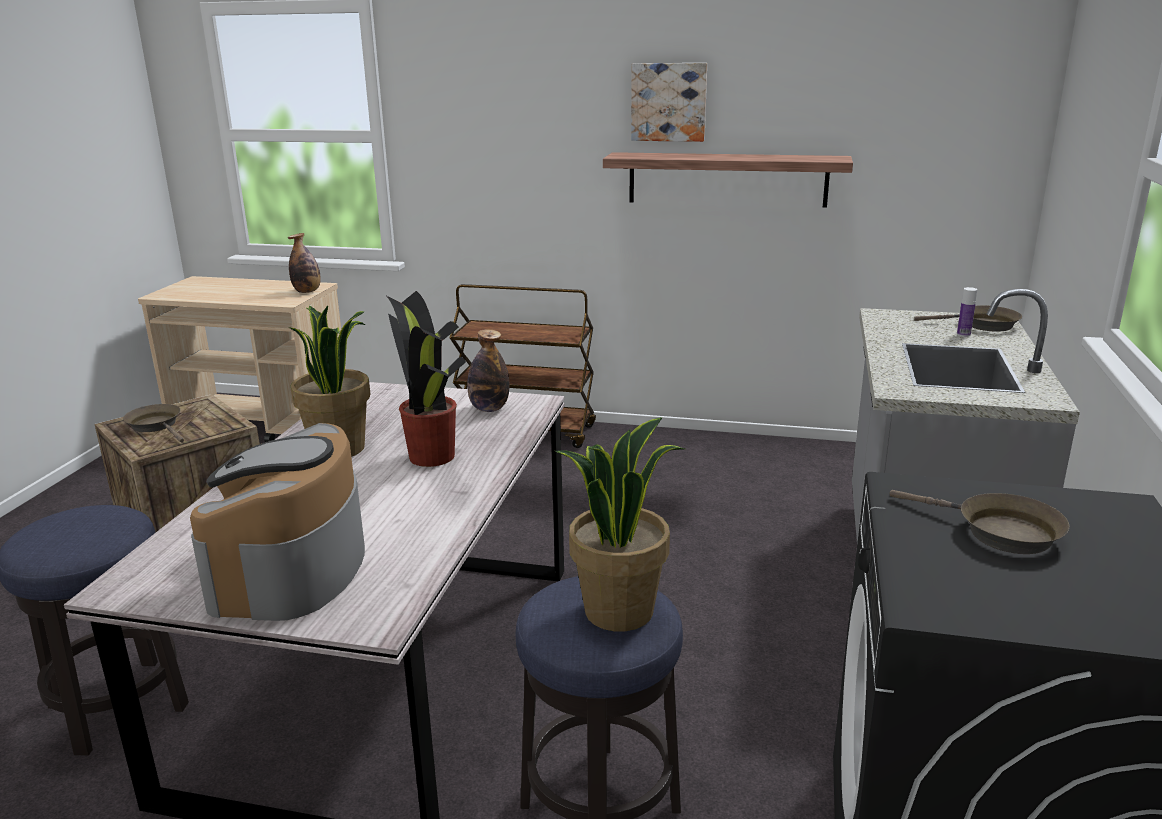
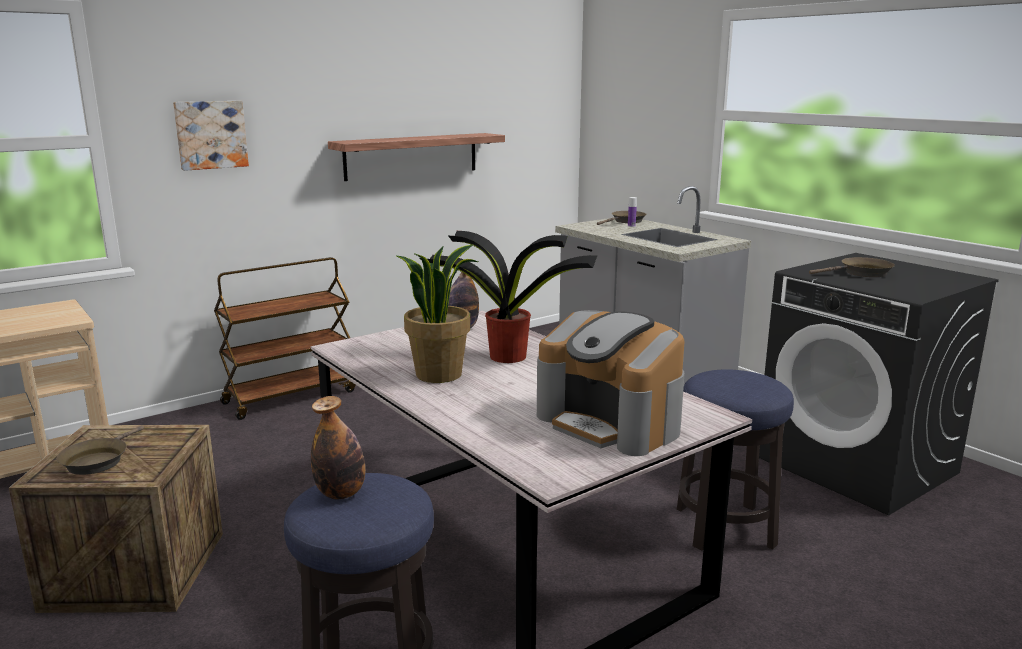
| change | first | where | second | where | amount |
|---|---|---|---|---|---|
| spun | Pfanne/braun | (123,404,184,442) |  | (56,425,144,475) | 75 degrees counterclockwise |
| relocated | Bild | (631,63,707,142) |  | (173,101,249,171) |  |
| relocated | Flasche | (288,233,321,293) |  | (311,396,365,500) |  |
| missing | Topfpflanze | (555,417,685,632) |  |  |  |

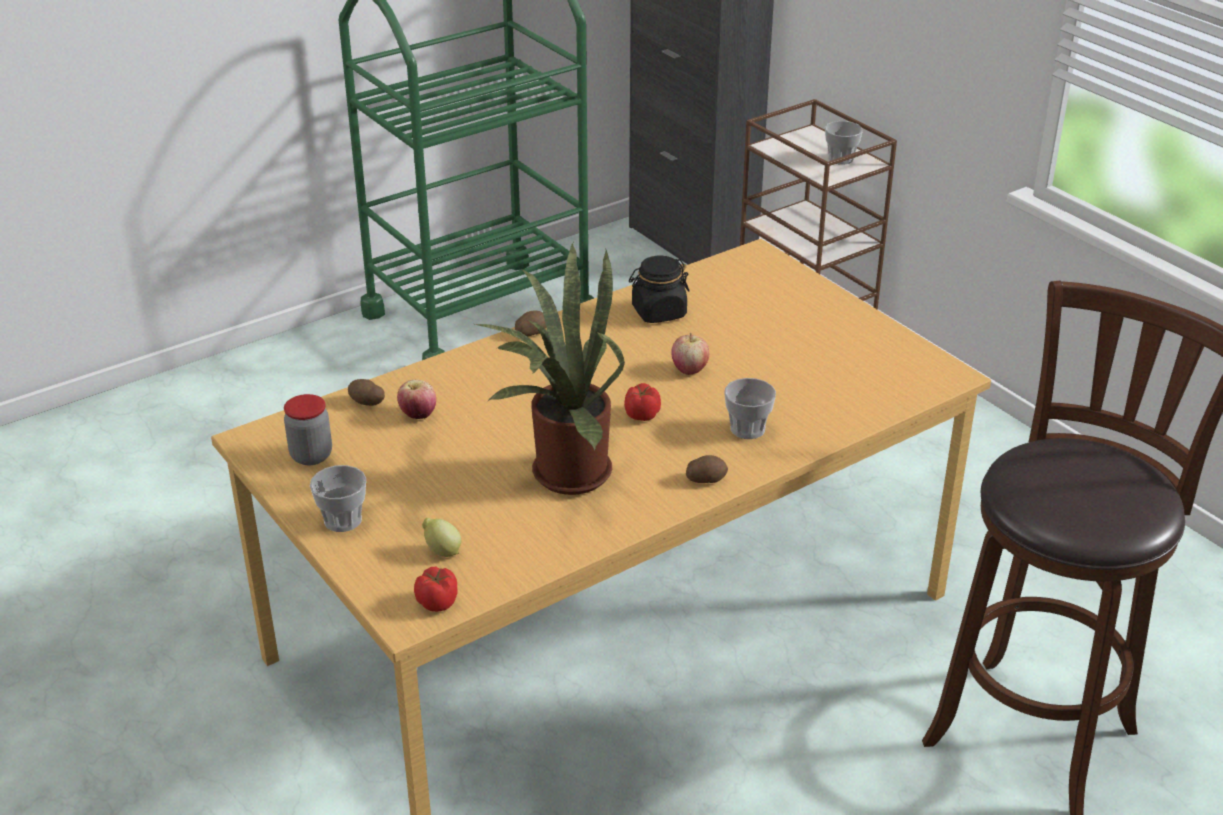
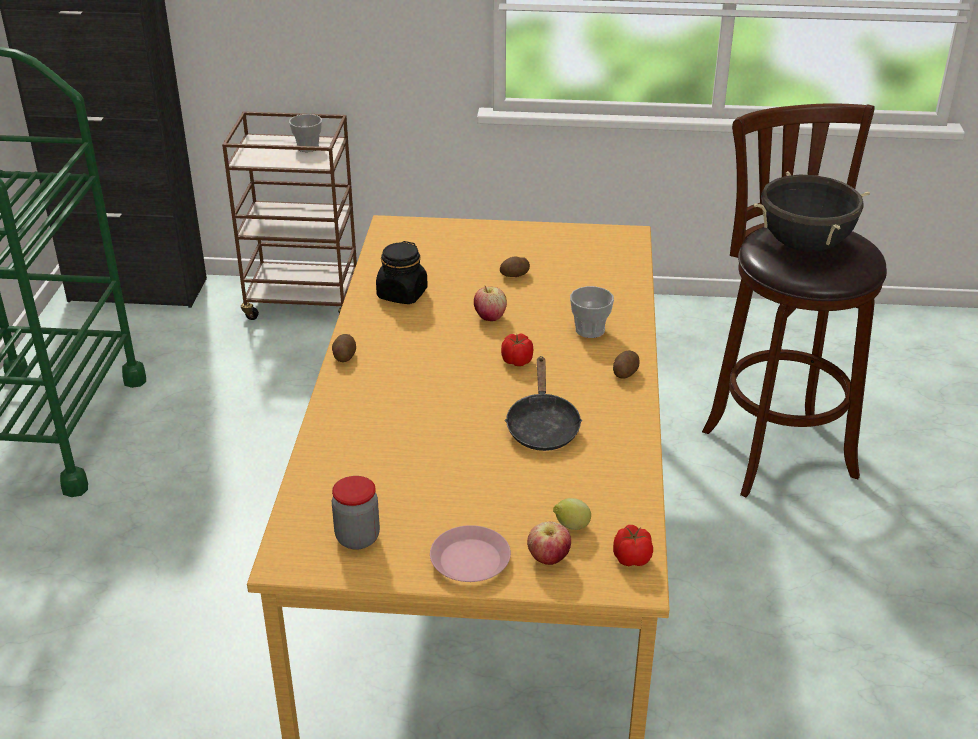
| change | first | where | second | where | amount |
|---|---|---|---|---|---|
| exchanged | Tasse | (310,465,366,532) | Teller/rosa | (430,525,511,582) |  |
| relocated | Kartoffel | (348,379,385,406) |  | (500,257,530,277) |  |
| exchanged | Topfpflanze | (472,243,625,495) | Pfanne/schwarz | (505,356,582,451) |  |
| relocated | Apfel | (397,380,436,419) |  | (527,521,571,565) |  |
| appeared |  |  | Kochtopf/schwarz | (754,171,870,252) |  |

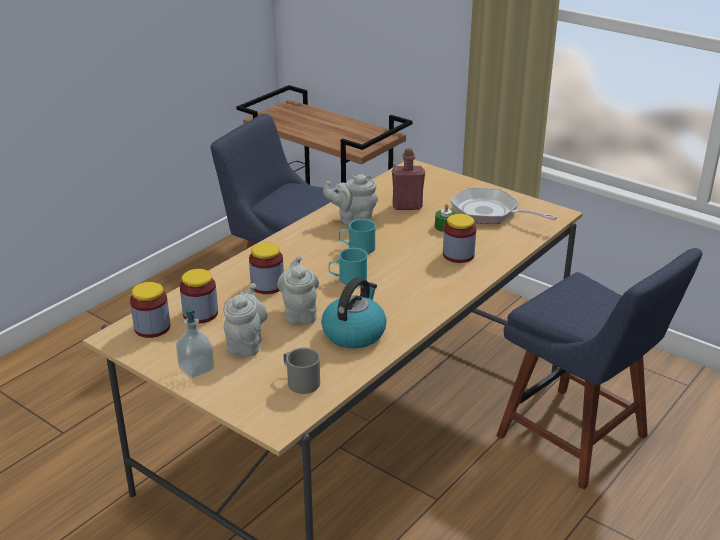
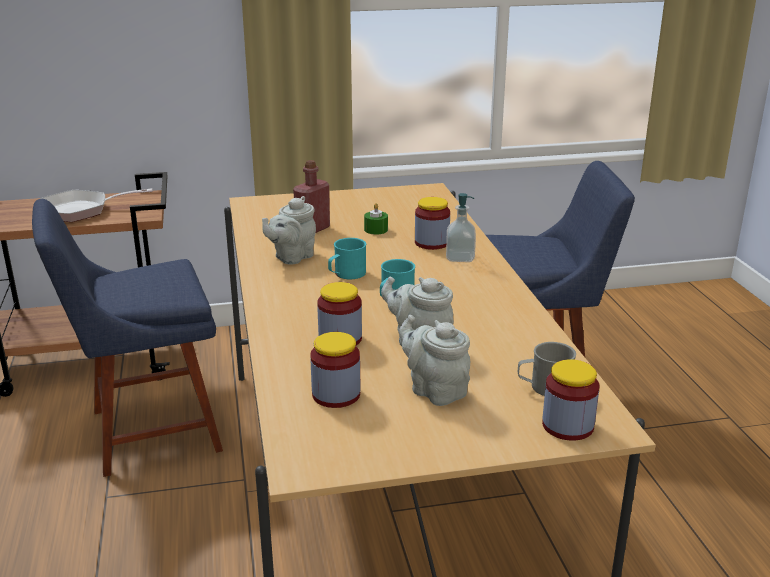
| change | first | where | second | where | amount |
|---|---|---|---|---|---|
| relocated | Pfanne | (450,188,557,224) |  | (41,188,153,222) |  |
| relocated | Seifenspender | (176,307,214,378) |  | (446,193,476,262) |  |
| relocated | Vorratsglas | (130,282,170,338) |  | (542,359,599,441) |  |
| missing | Wasserkessel | (321,277,387,349) |  |  |  |

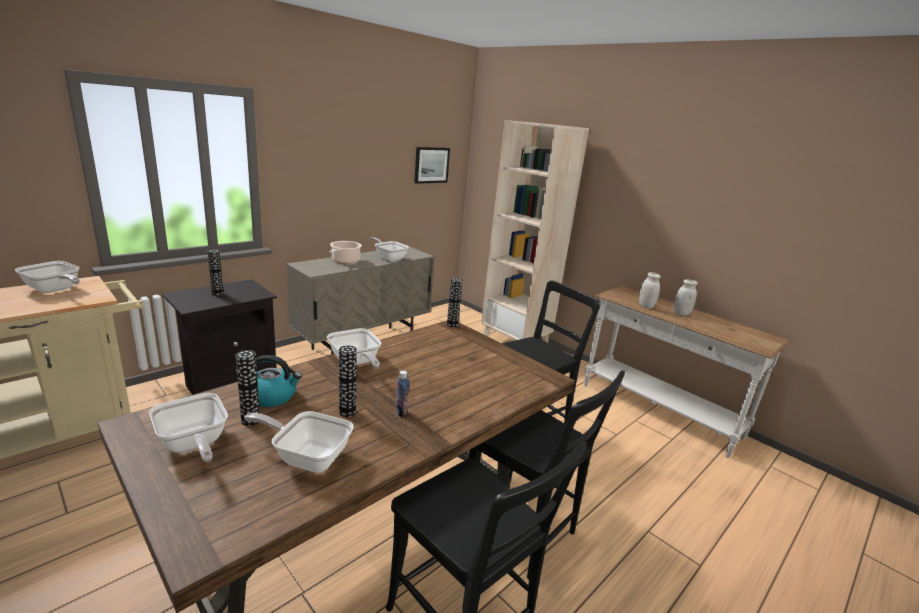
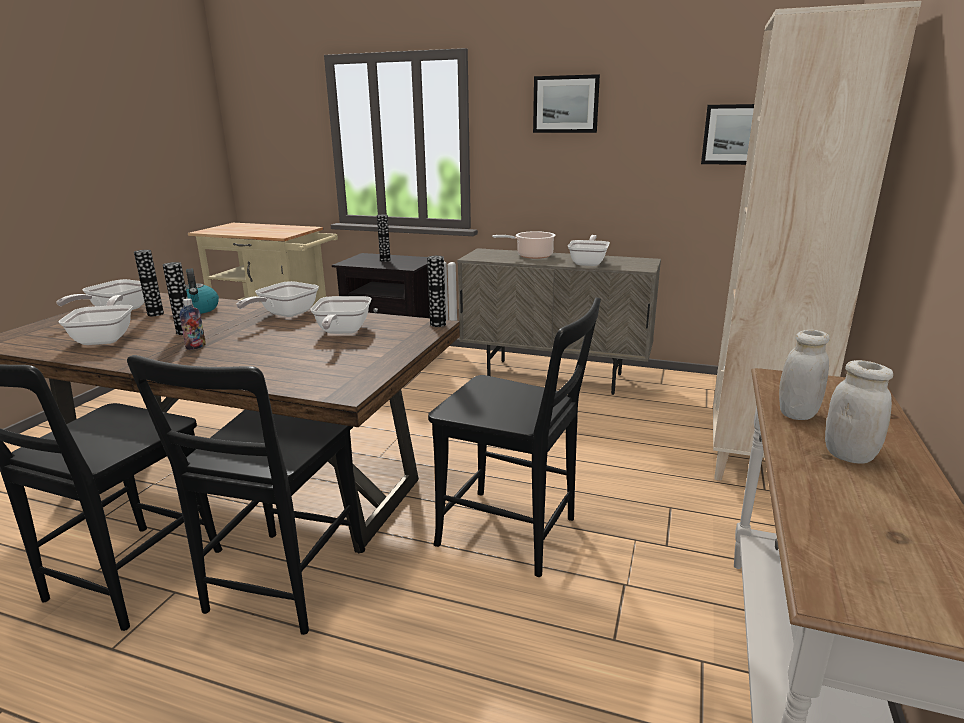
| change | first | where | second | where | amount |
|---|---|---|---|---|---|
| relocated | Pfanne | (15,261,80,293) |  | (310,296,371,334) |  |
| appeared |  |  | Bild | (533,74,600,133) |  |

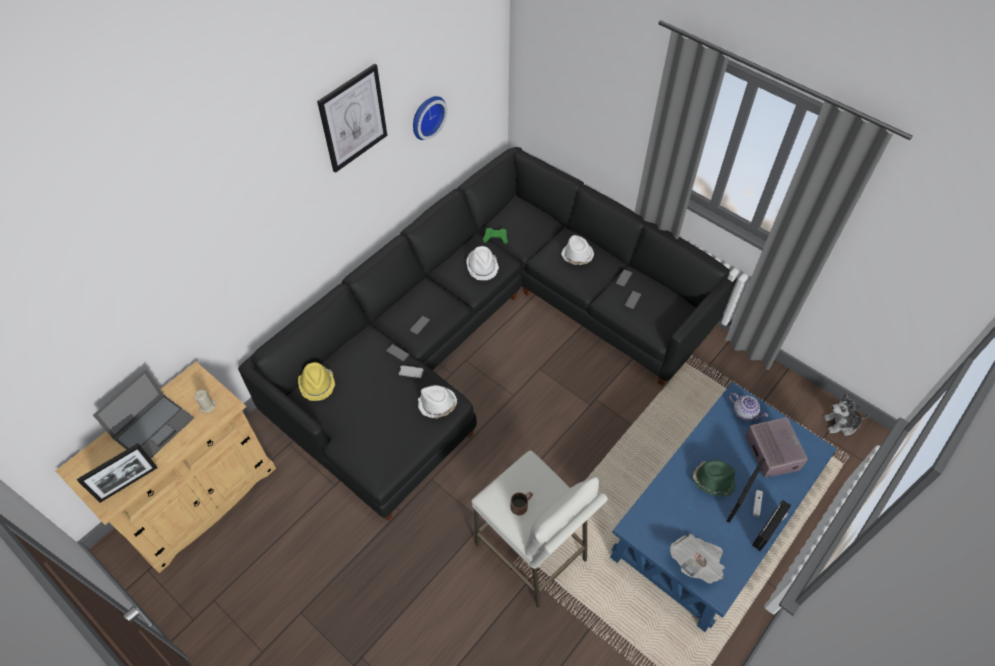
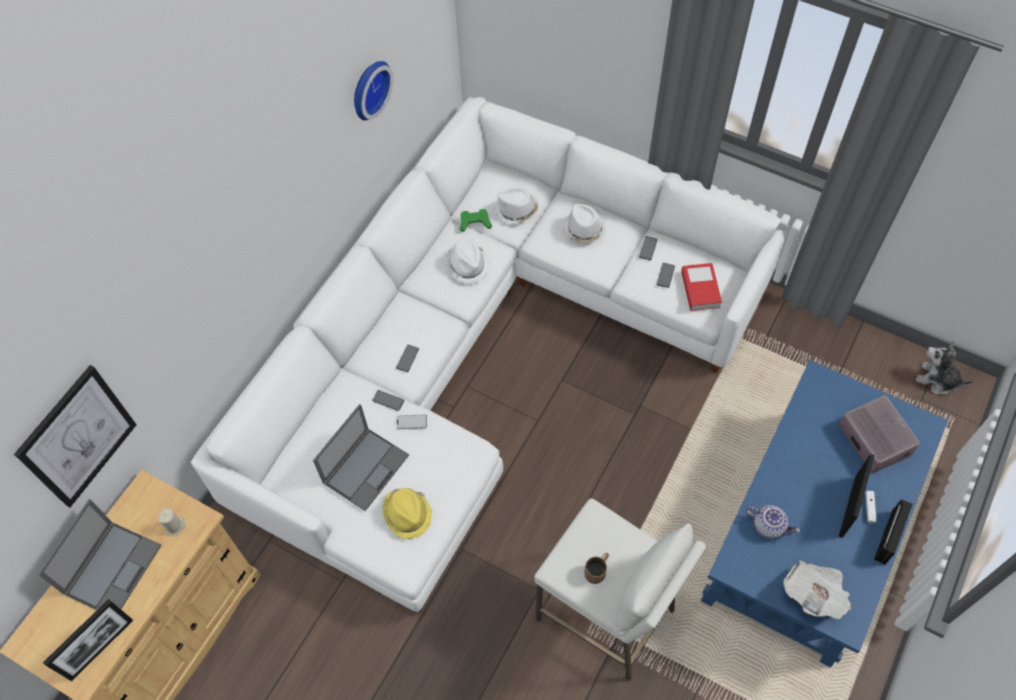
| change | first | where | second | where | amount |
|---|---|---|---|---|---|
| relocated | Bild | (317,64,387,173) |  | (14,365,137,508) |  |
| colour | Sofa/schwarz | (238,147,737,521) | Sofa/weiß | (191,97,789,613) |  |
| appeared |  |  | Laptop | (313,404,409,511) |  |
| relocated | Hut/gelb | (298,362,335,401) |  | (383,488,432,539) |  |
| relocated | Hut/weiß | (418,385,457,419) |  | (493,187,539,224) |  |
| appeared |  |  | Buch | (681,263,722,311) |  |
| relocated | Teekanne | (729,393,768,421) |  | (746,505,800,539) |  |
| spun | Plüschtier | (823,393,870,436) |  | (916,341,973,394) | 45 degrees clockwise |
| missing | Hut/grün | (693,460,735,496) |  |  |  |

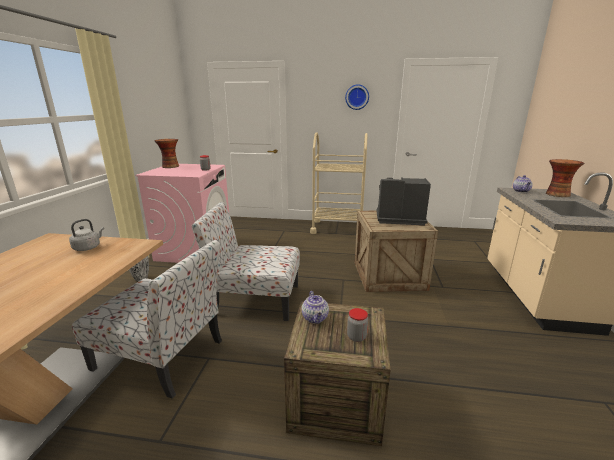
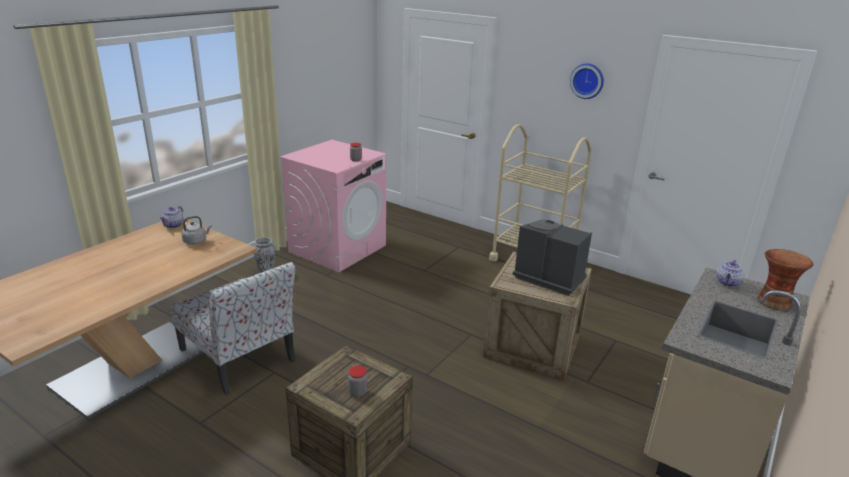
| change | first | where | second | where | amount |
|---|---|---|---|---|---|
| relocated | Teekanne | (302,291,329,324) |  | (160,206,184,228) |  |
| missing | Vase | (155,139,179,168) |  |  |  |
| missing | Stuhl | (192,202,300,321) |  |  |  |

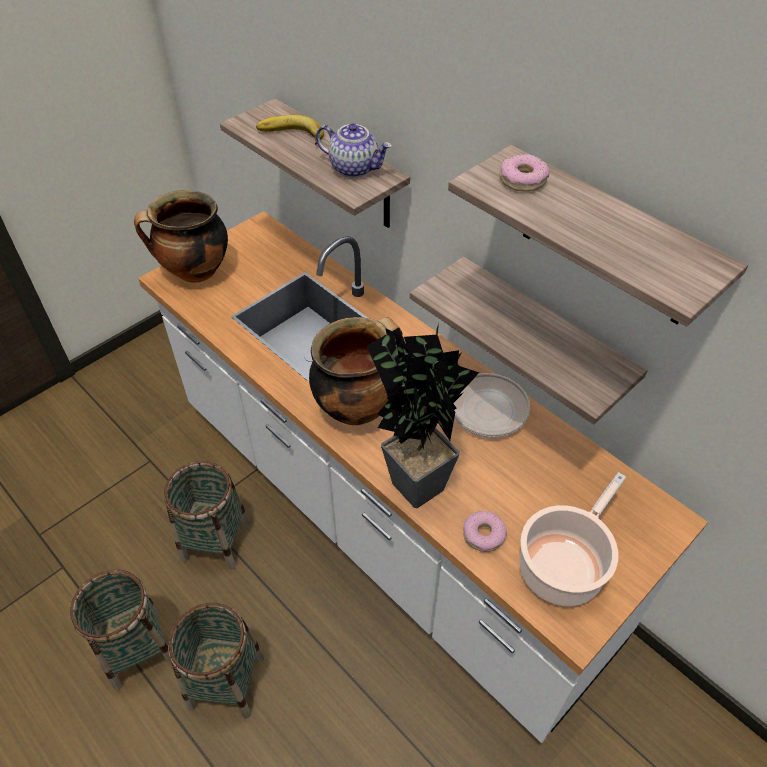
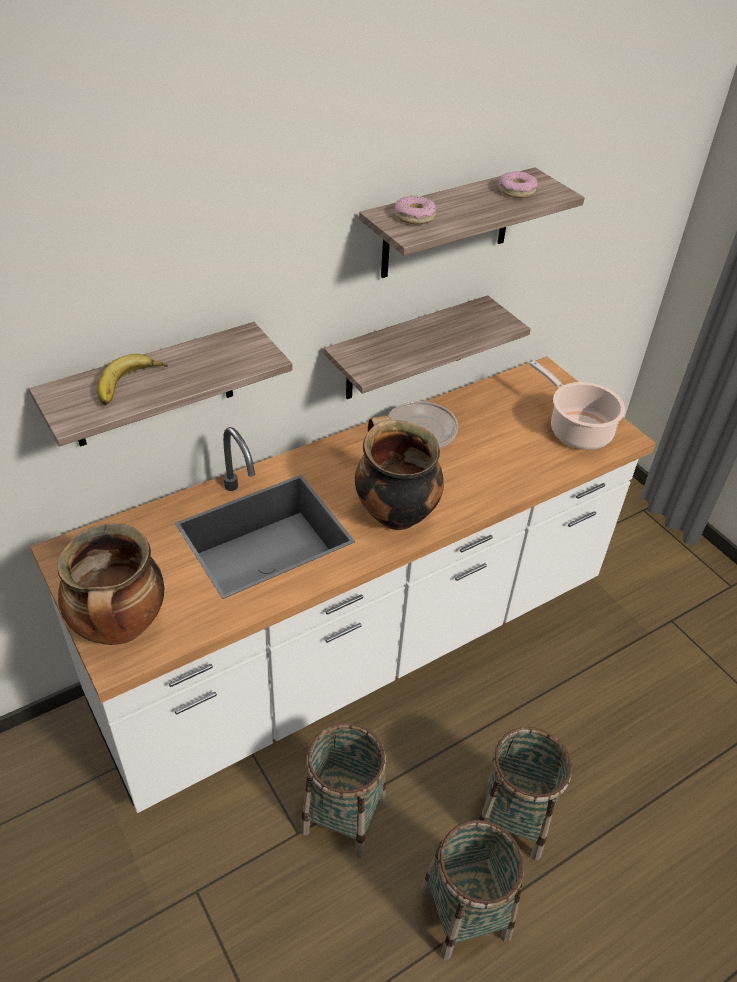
| change | first | where | second | where | amount |
|---|---|---|---|---|---|
| relocated | Donut | (463,511,507,552) |  | (498,171,538,198) |  |
| missing | Teekanne | (316,123,392,178) |  |  |  |
| missing | Topfpflanze | (367,323,479,508) |  |  |  |

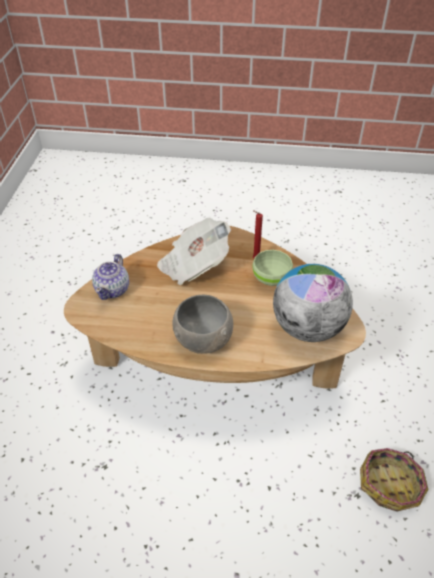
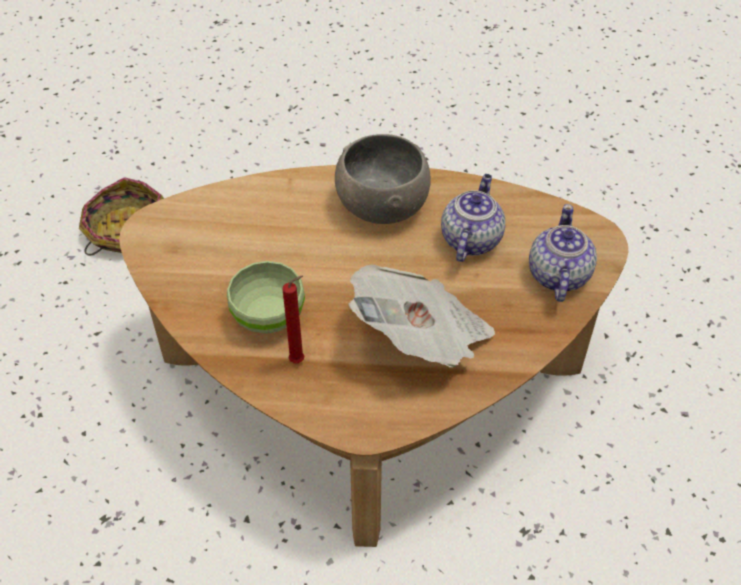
| change | first | where | second | where | amount |
|---|---|---|---|---|---|
| appeared |  |  | Teekanne | (441,174,505,262) |  |
| missing | Globus | (273,264,353,342) |  |  |  |

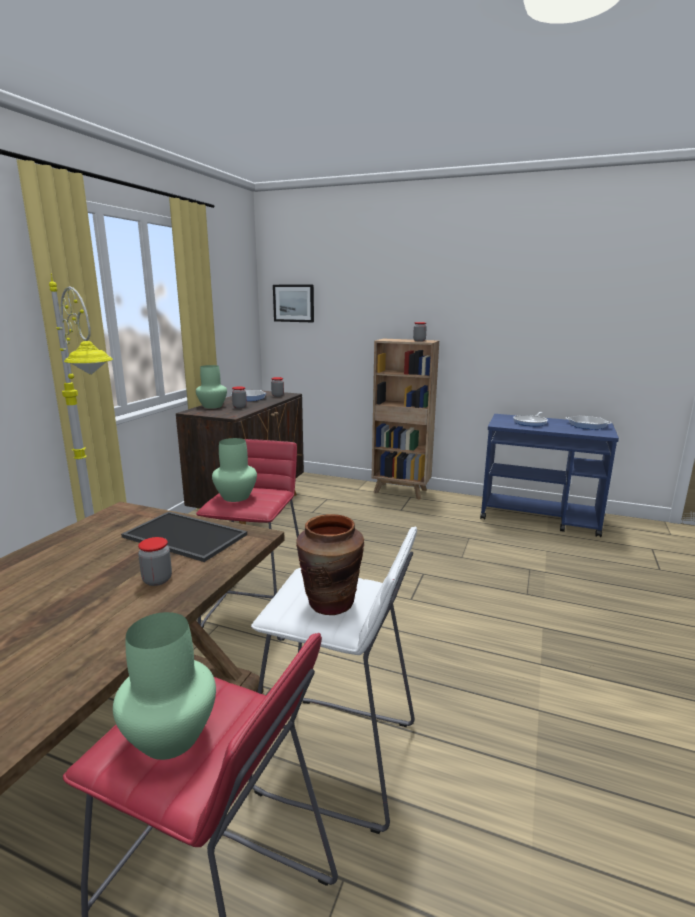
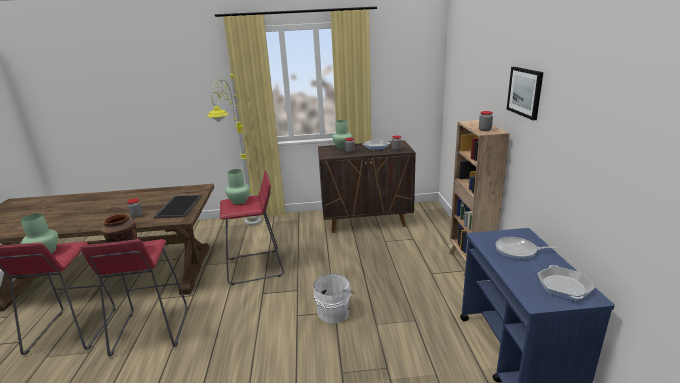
| change | first | where | second | where | amount |
|---|---|---|---|---|---|
| colour | Hocker/weiß | (248,527,417,834) | Hocker/rot | (80,239,188,356) |  |
| appeared |  |  | Eimer/weiß | (313,273,355,324) |  |
| relocated | Bild | (273,285,314,322) |  | (507,67,543,120) |  |

